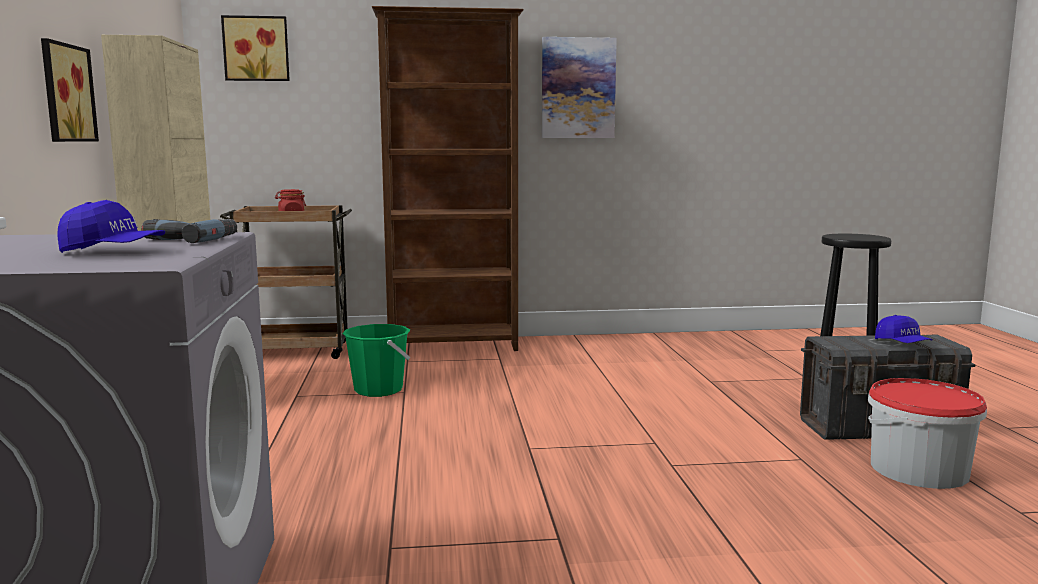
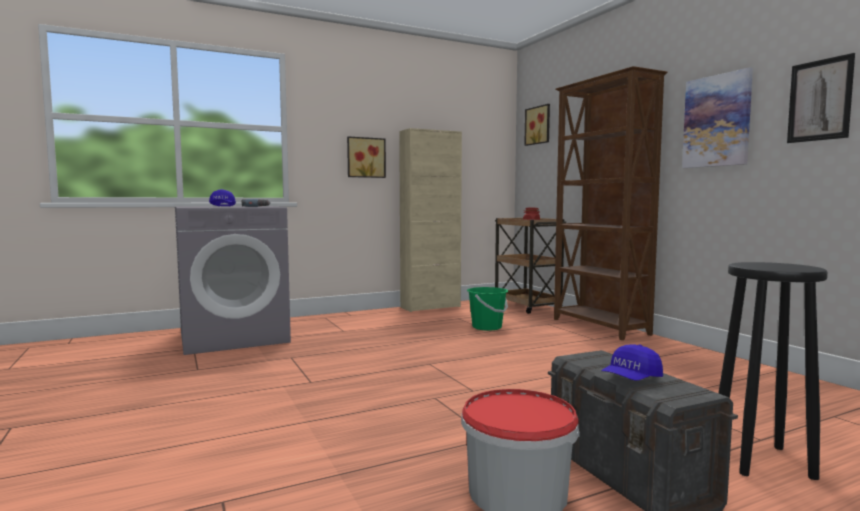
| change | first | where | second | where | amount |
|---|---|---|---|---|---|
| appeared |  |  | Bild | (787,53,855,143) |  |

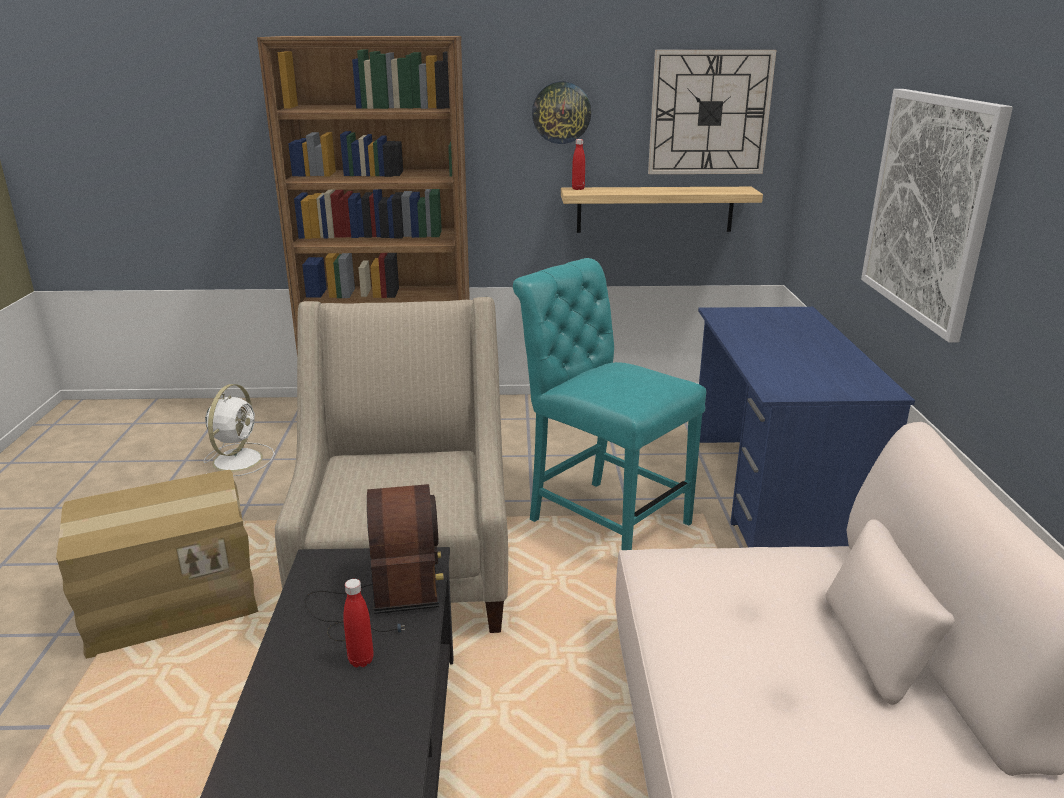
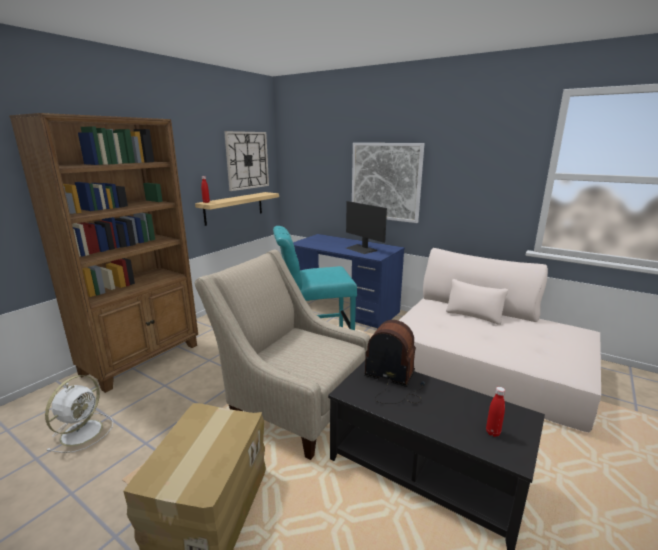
| change | first | where | second | where | amount |
|---|---|---|---|---|---|
| spun | Ventilator/weiß | (204,384,275,476) |  | (45,375,114,453) | 60 degrees clockwise |
| appeared |  |  | Monitor | (346,201,387,254) |  |
| relocated | Flasche/rot | (343,579,374,667) |  | (486,387,505,437) |  |
| missing | Wanduhr | (532,81,591,144) |  |  |  |

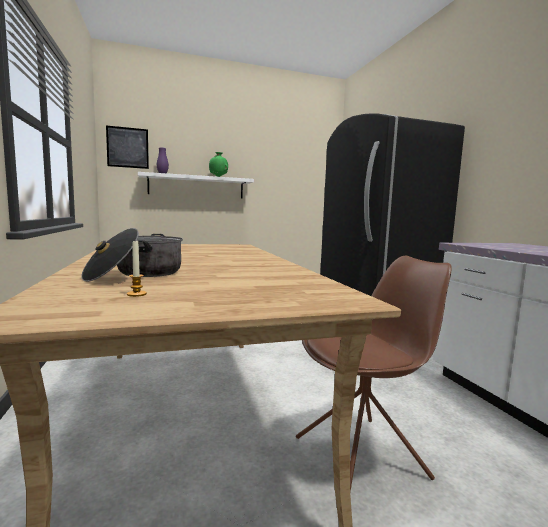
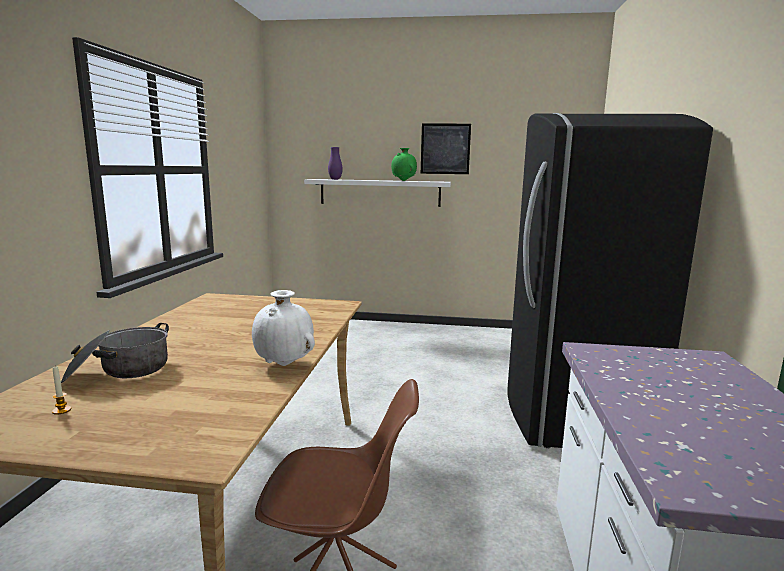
| change | first | where | second | where | amount |
|---|---|---|---|---|---|
| appeared |  |  | Vase/weiß | (252,290,315,366) |  |
| relocated | Bild | (106,125,149,169) |  | (421,123,471,174) |  |

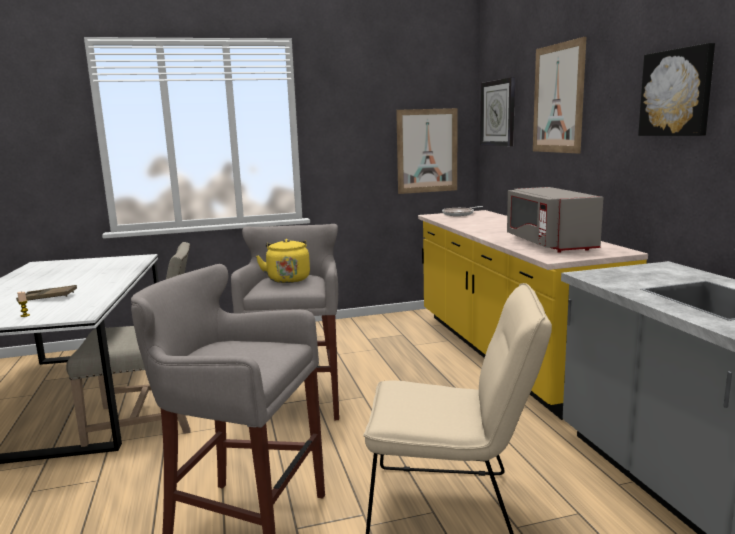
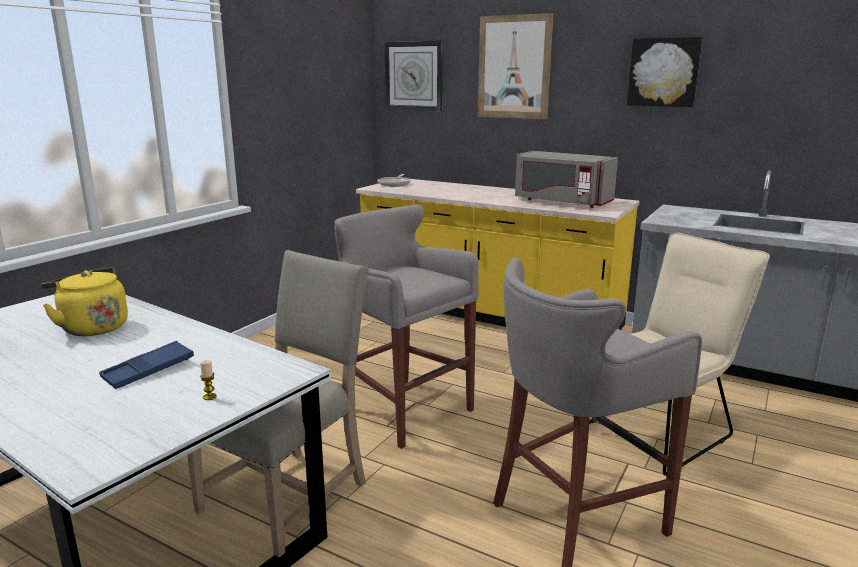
| change | first | where | second | where | amount |
|---|---|---|---|---|---|
| relocated | Wasserkessel/gelb | (256,239,310,283) |  | (41,268,128,336) |  |
| colour | Tablett/braun | (16,285,77,301) | Tablett/blau | (99,341,194,389) |  |
| missing | Bild | (396,108,457,194) |  |  |  |

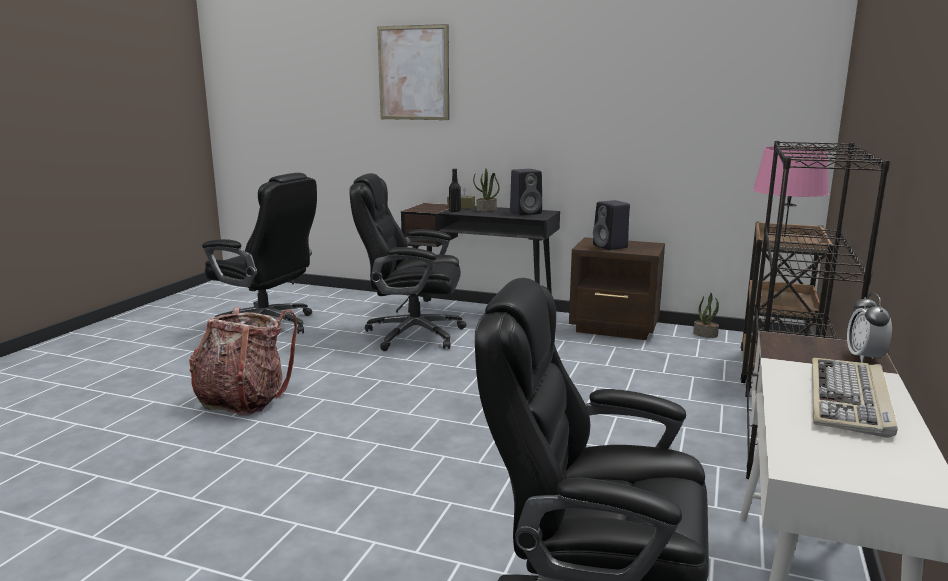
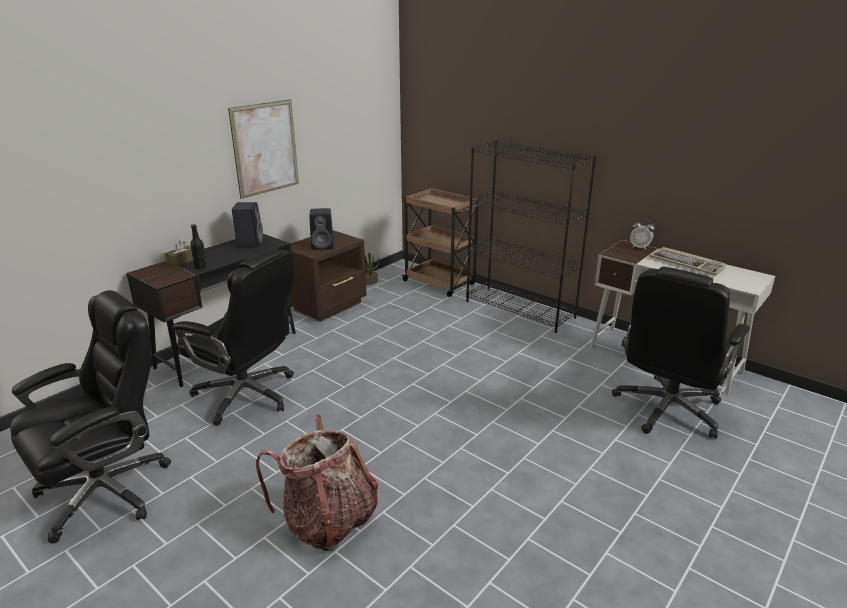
| change | first | where | second | where | amount |
|---|---|---|---|---|---|
| spun | Bürostuhl/schwarz | (349,173,466,351) |  | (172,248,295,426) | 90 degrees counterclockwise |
| relocated | Bild | (377,24,449,120) |  | (228,100,299,199) |  |
| missing | Topfpflanze | (473,168,500,212) |  |  |  |
| missing | Tischlampe/rosa | (753,146,829,237) |  |  |  |

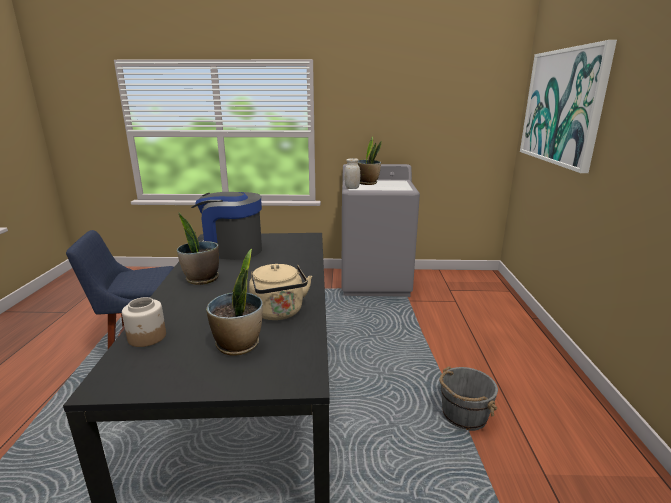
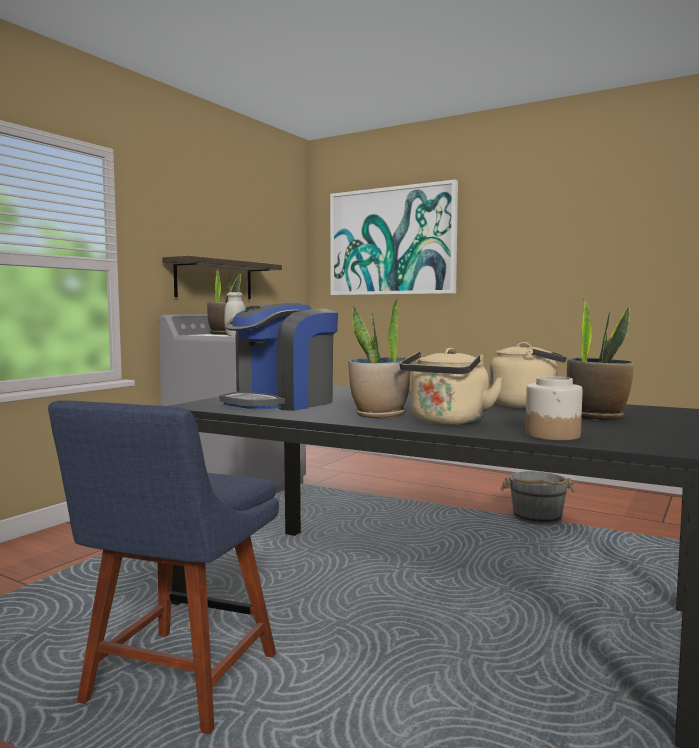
| change | first | where | second | where | amount |
|---|---|---|---|---|---|
| appeared |  |  | Wandregal | (162,256,282,299) |  |
| appeared |  |  | Wasserkessel/beige | (400,348,504,426) |  |

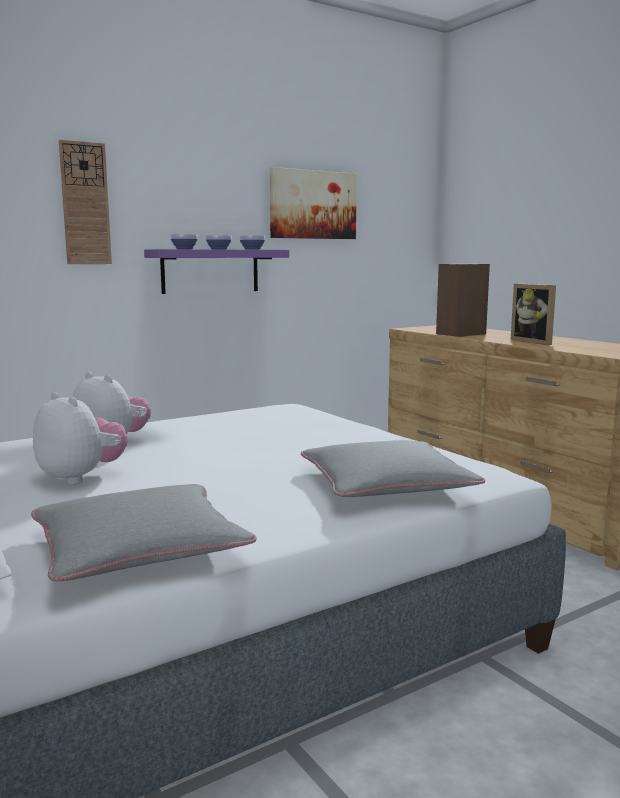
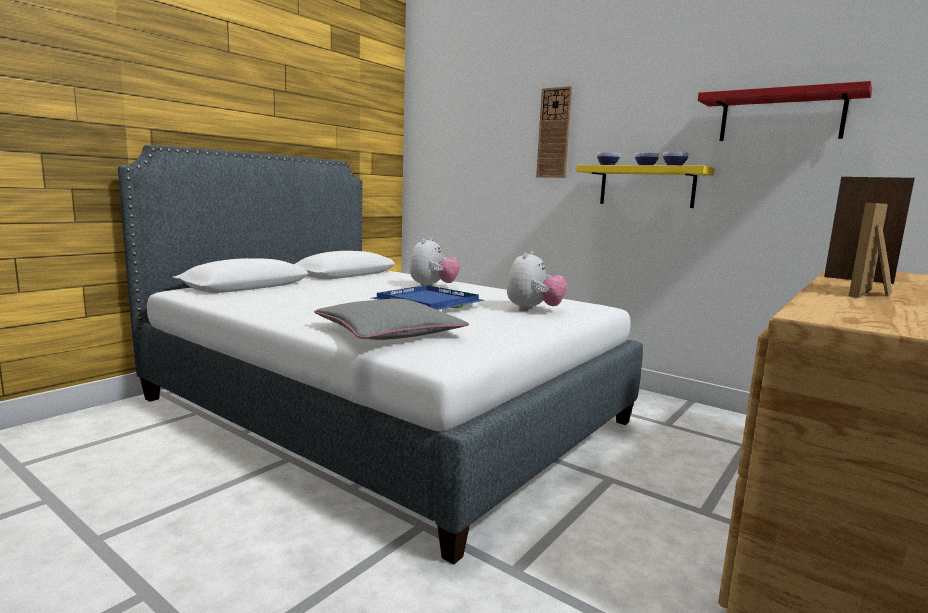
| change | first | where | second | where | amount |
|---|---|---|---|---|---|
| appeared |  |  | Tablett/blau | (371,285,485,310) |  |
| relocated | Plüschtier | (33,392,127,485) |  | (507,251,567,311) |  |
| colour | Wandregal/lila | (144,249,289,294) | Wandregal/gelb | (576,165,714,208) |  |
| exchanged | Bild | (270,167,357,239) | Wandregal/rot | (698,81,872,141) |  |
| missing | Kissen/grau | (31,484,257,582) |  |  |  |

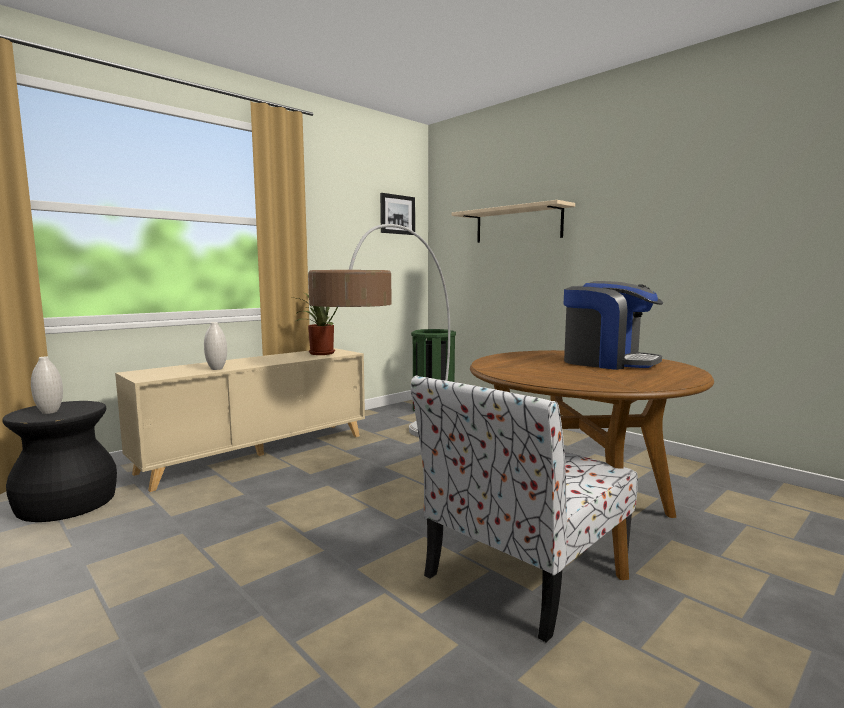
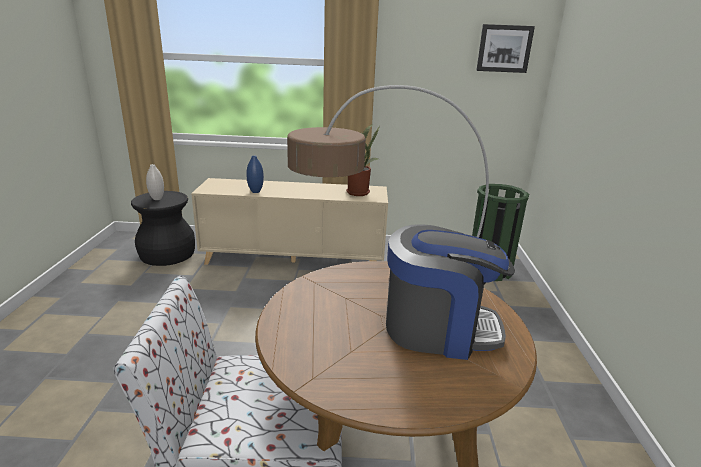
| change | first | where | second | where | amount |
|---|---|---|---|---|---|
| colour | Vase/weiß | (204,322,227,370) | Vase/blau | (246,156,264,193) |  |
| spun | Kaffeemaschine | (564,281,663,370) |  | (386,225,515,360) | 75 degrees counterclockwise |
| missing | Wandregal/beige | (451,200,575,243) |  |  |  |

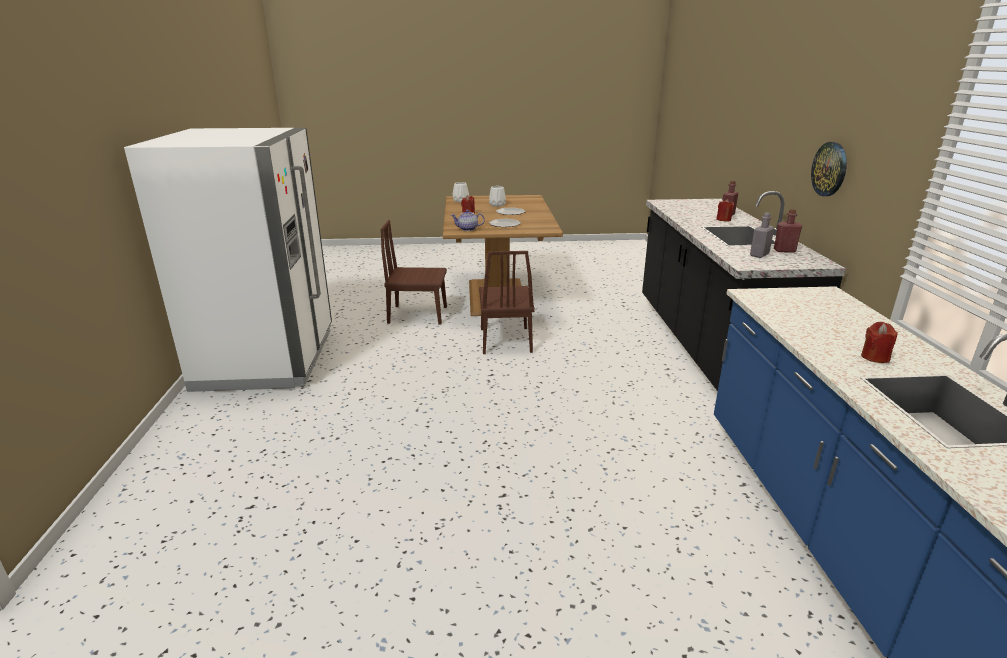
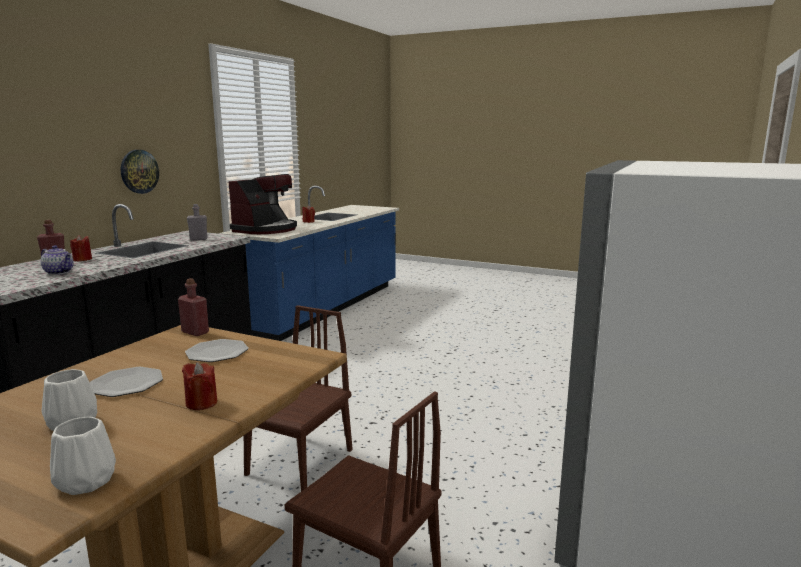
| change | first | where | second | where | amount |
|---|---|---|---|---|---|
| relocated | Teekanne | (451,210,485,231) |  | (41,245,74,275) |  |
| relocated | Flasche/rot | (774,209,802,253) |  | (178,278,209,336) |  |
| appeared |  |  | Kaffeemaschine | (228,174,297,234) |  |

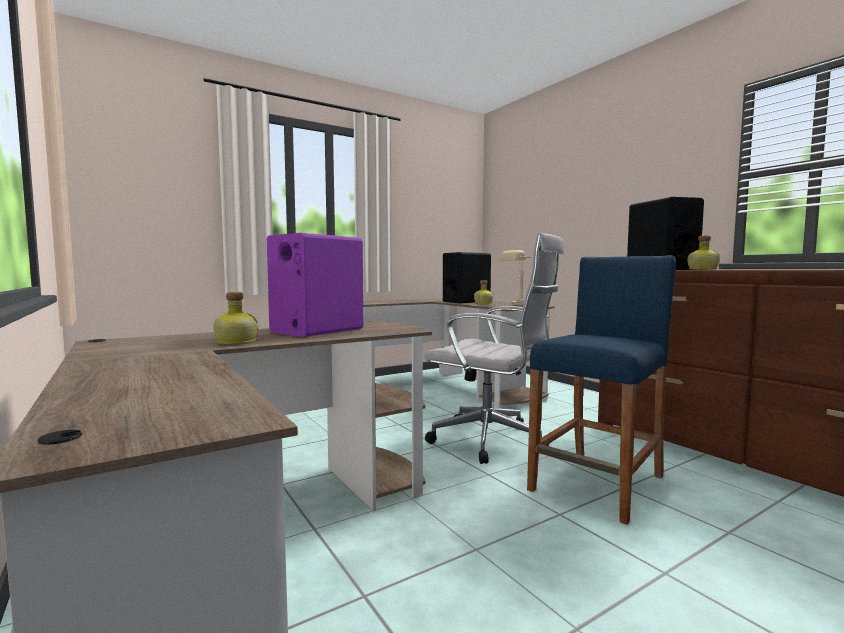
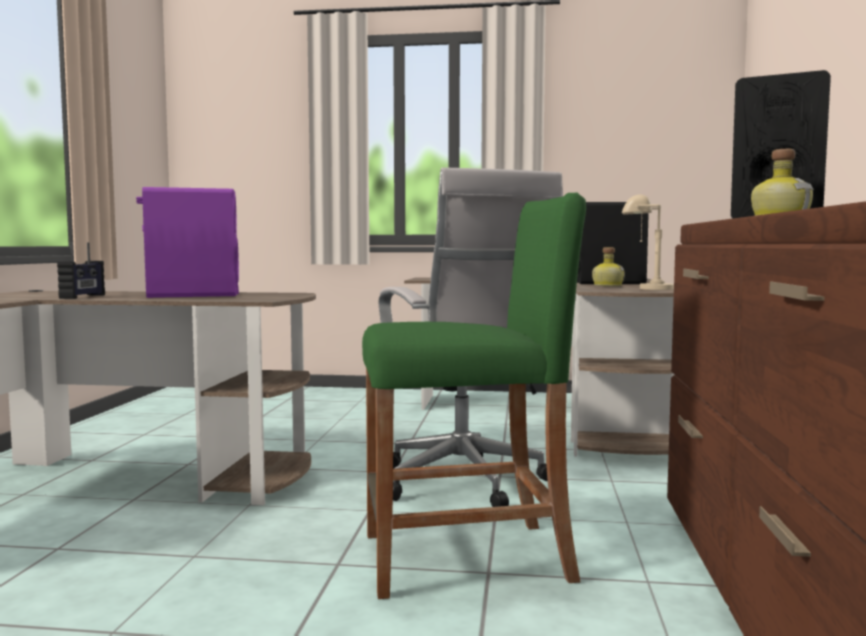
| change | first | where | second | where | amount |
|---|---|---|---|---|---|
| exchanged | Flasche | (213,292,258,344) | Radio | (57,242,105,299) |  |
| colour | Hocker/blau | (527,255,676,525) | Hocker/grün | (362,193,586,599) |  |

